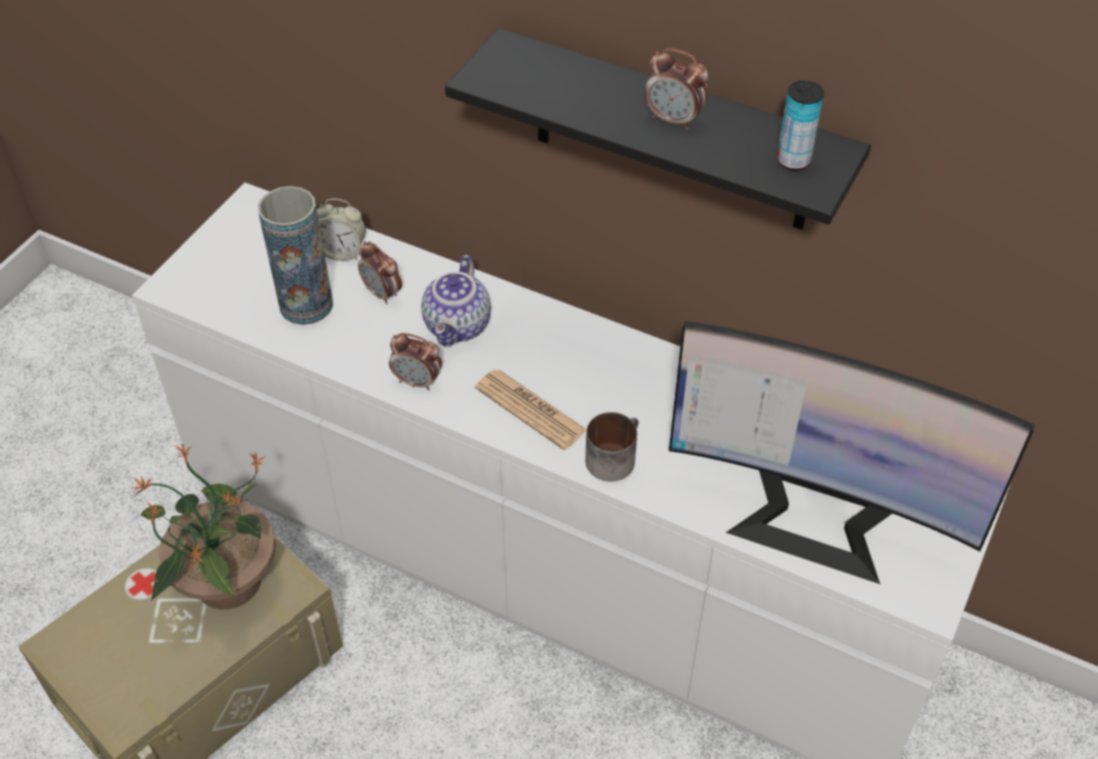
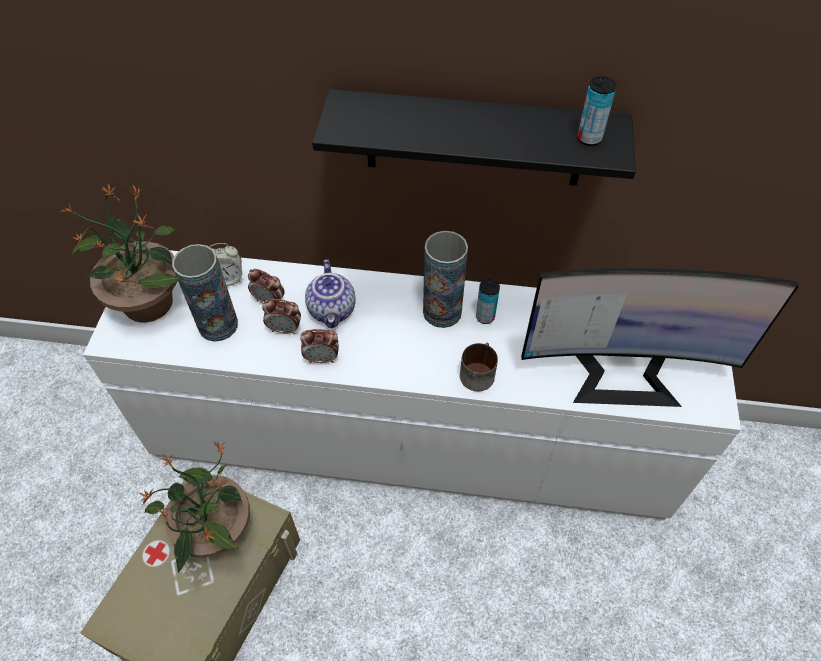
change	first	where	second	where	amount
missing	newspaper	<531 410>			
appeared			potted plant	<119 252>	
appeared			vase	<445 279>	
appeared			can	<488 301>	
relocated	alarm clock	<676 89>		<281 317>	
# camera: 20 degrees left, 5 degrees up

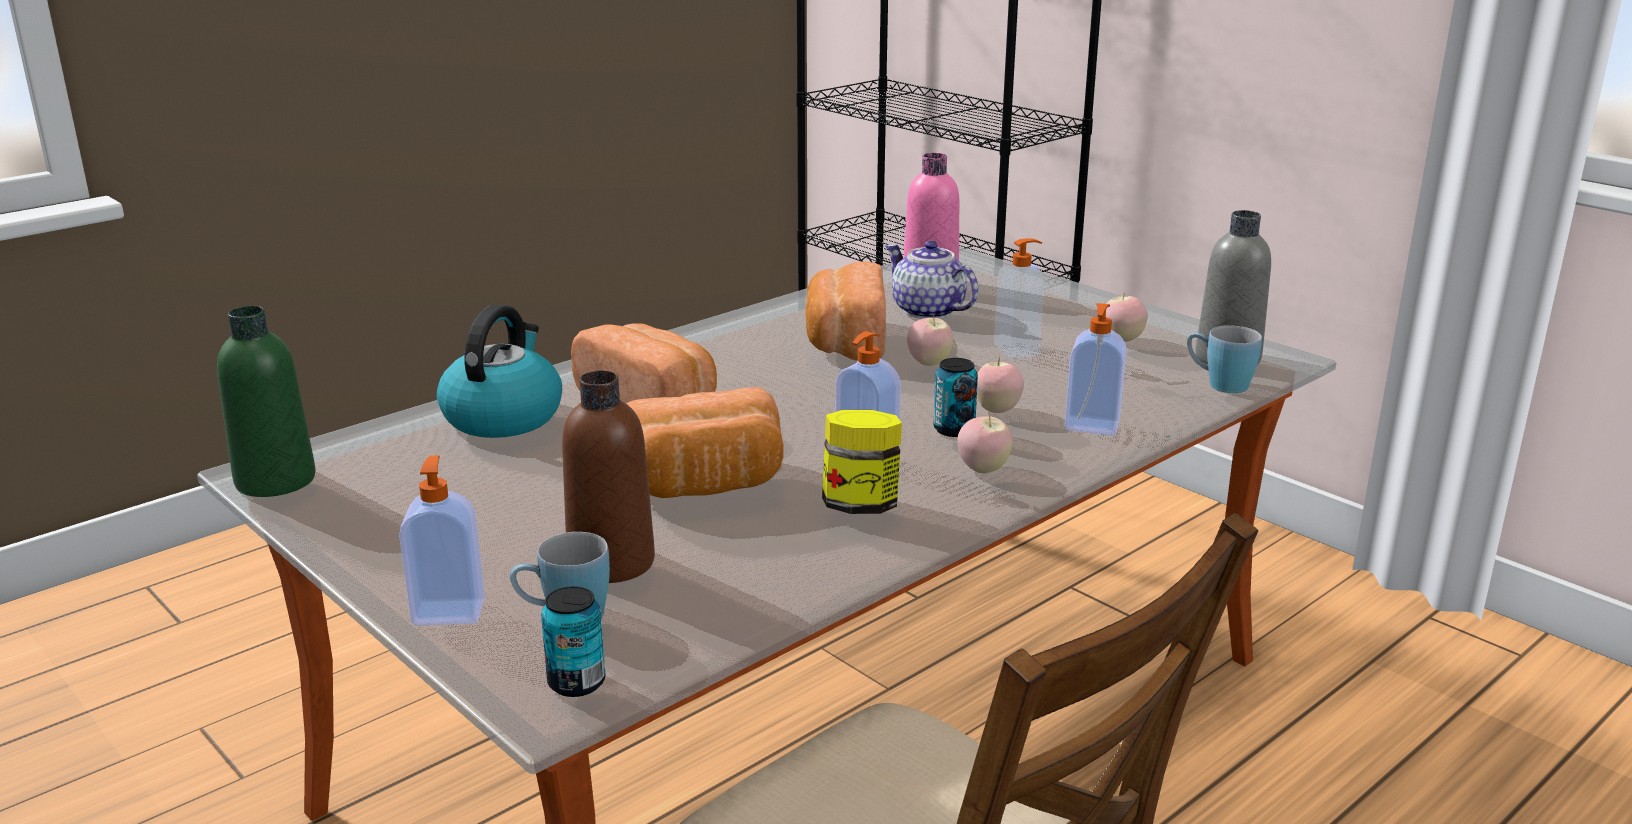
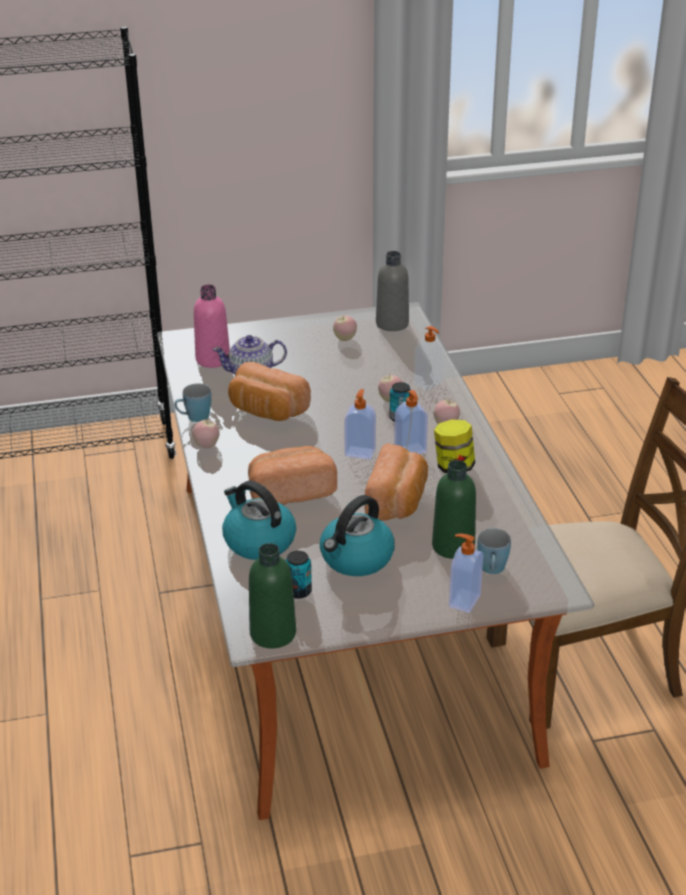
change	first	where	second	where	amount
appeared			kettle	<357 535>	
relocated	can	<573 641>		<299 575>	
relocated	apple	<930 340>		<206 433>	
relocated	soap dispenser	<1019 298>		<360 424>	
relocated	mug (blue)	<1224 359>		<192 402>	
colour	bottle (brown)	<608 476>	bottle (green)	<454 509>	
# camera: 60 degrees left, 10 degrees up

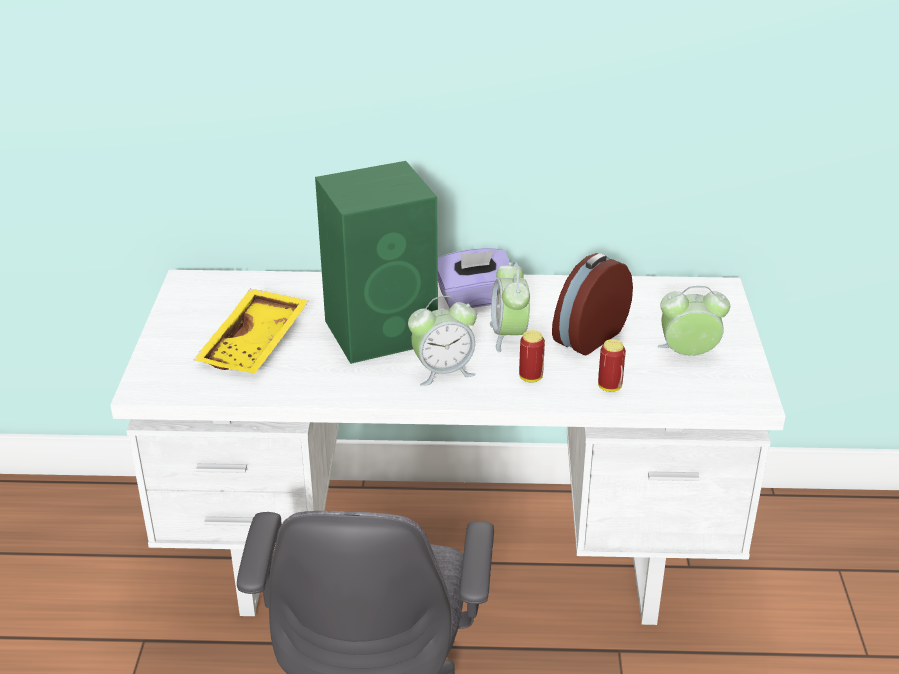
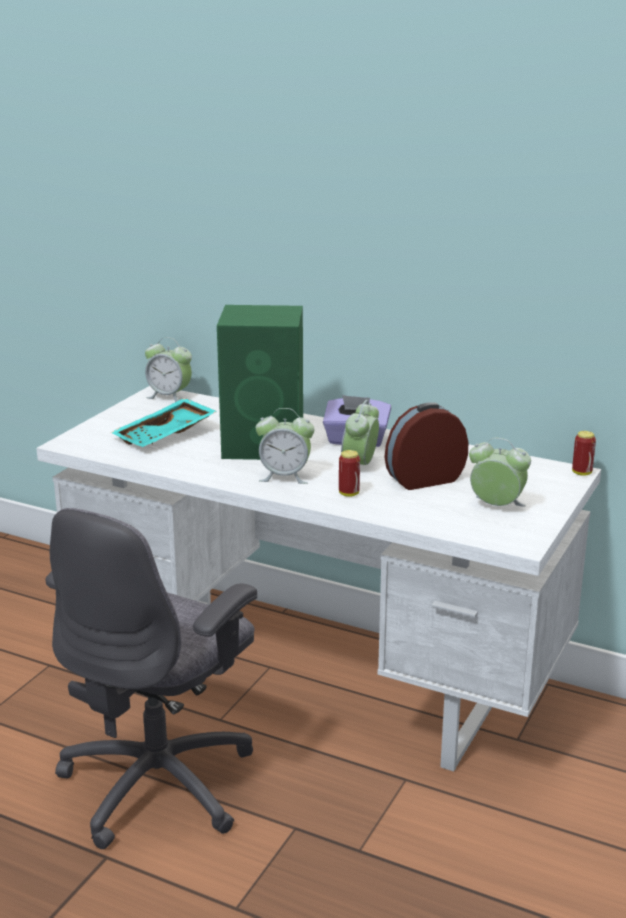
change	first	where	second	where	amount
appeared			alarm clock	<168 369>	
relocated	can	<612 365>		<584 453>	
colour	tray (yellow)	<251 331>	tray (turquoise)	<163 422>	
# camera: 25 degrees right, 10 degrees down

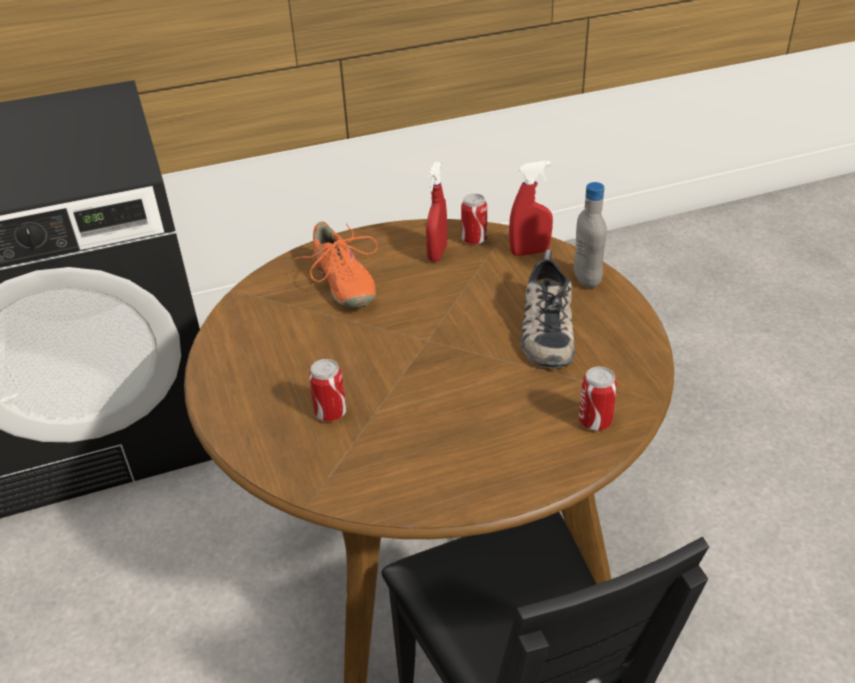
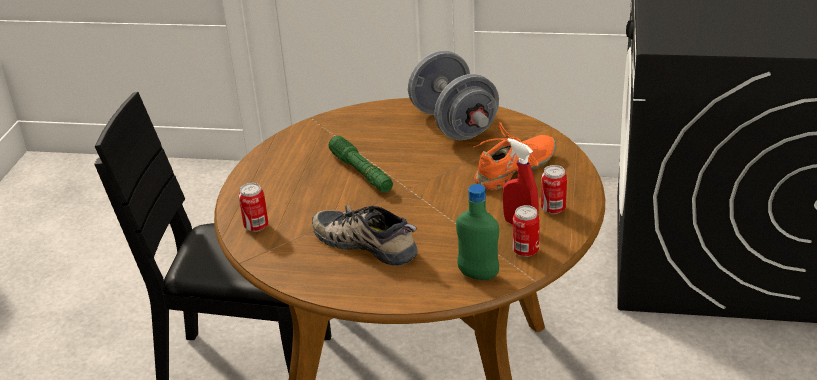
change	first	where	second	where	amount
missing	bottle (grey)	<590 235>			
appeared			flashlight (green)	<361 164>	
appeared			dumbbell (grey)	<453 95>	
relocated	can	<328 390>		<554 189>	
exchanged	spray bottle (red)	<531 208>	bottle (green)	<477 232>	
spun	shoe (orange)	<336 264>		<514 156>	135 degrees clockwise
# camera: 120 degrees right, 5 degrees down

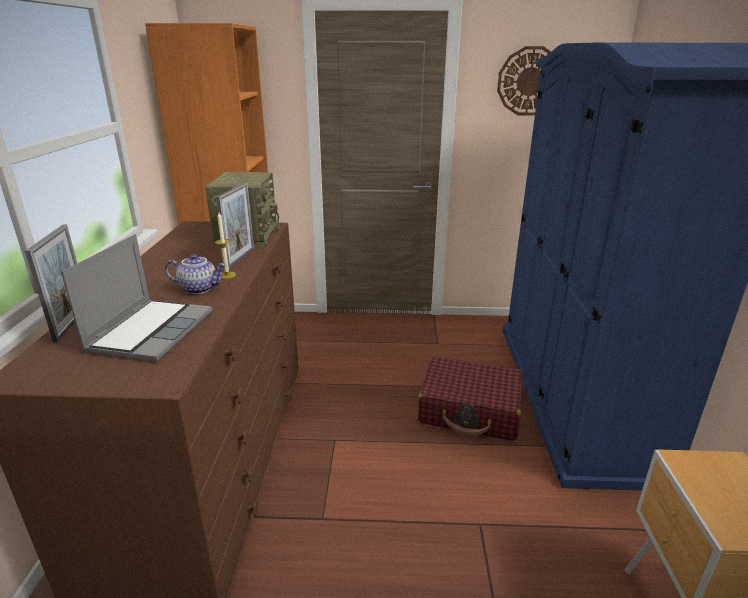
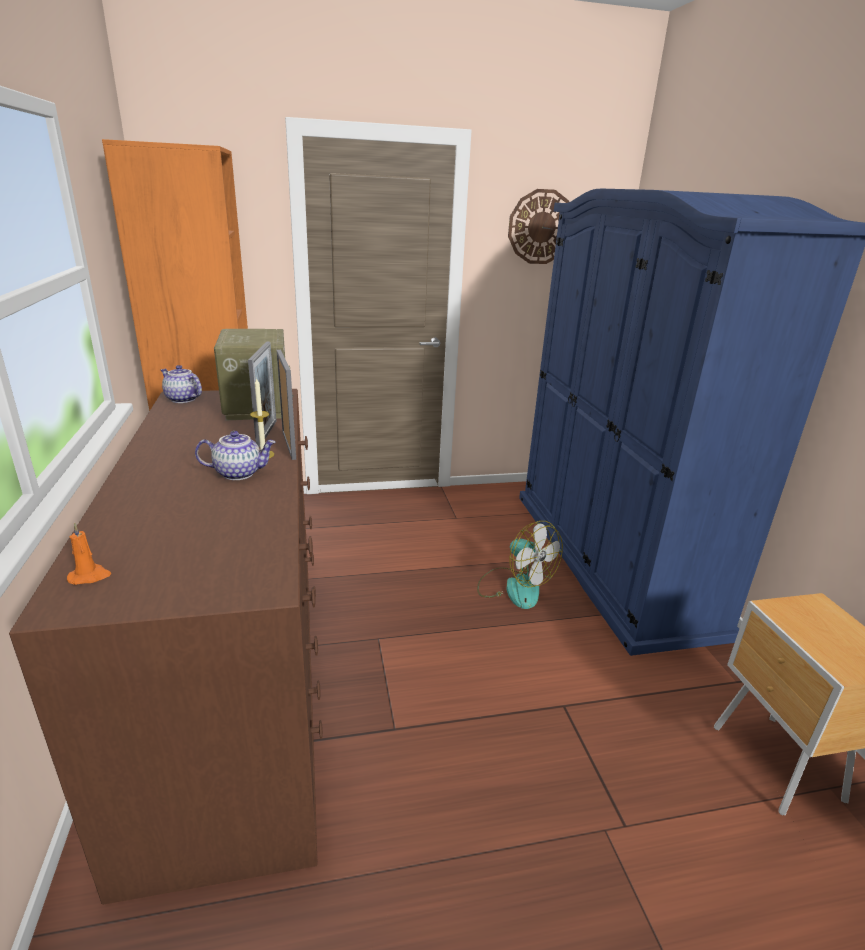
change	first	where	second	where	amount
missing	laptop	<136 297>			
appeared			candle (orange)	<89 554>	
appeared			teapot	<181 384>	
relocated	picture frame	<51 283>		<286 405>	
exchanged	suitcase (red)	<470 398>	fan	<520 565>	
# camera: 15 degrees left, 0 degrees up

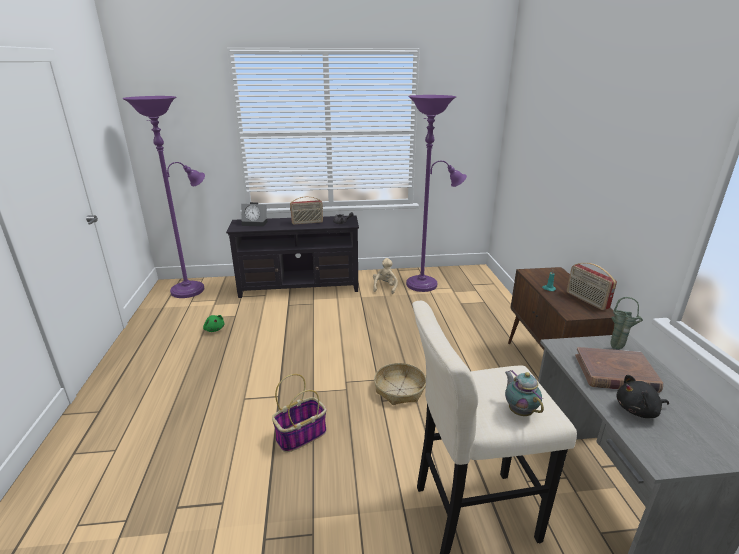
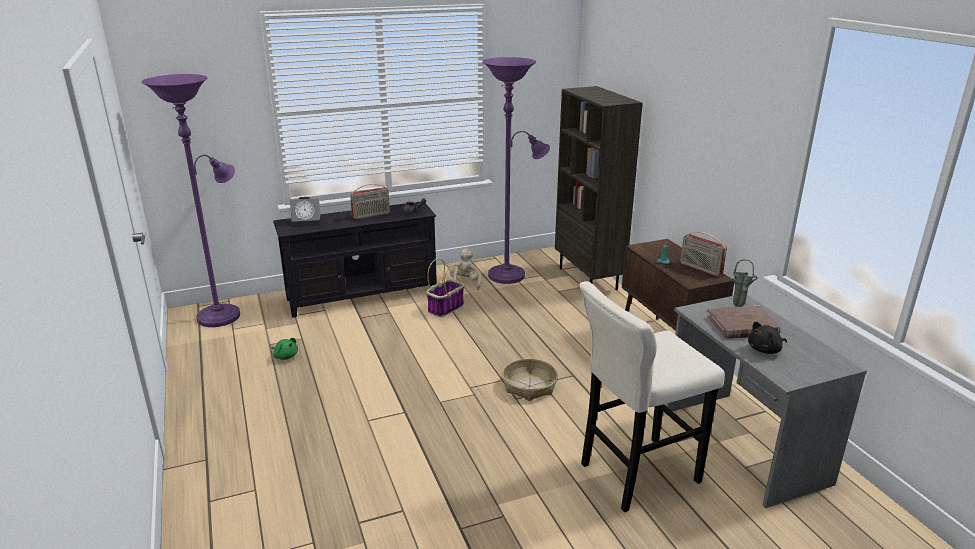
change	first	where	second	where	amount
missing	teapot	<524 393>			
appeared			bookcase (brown)	<599 188>	
relocated	basket	<299 413>		<445 287>	
# camera: 15 degrees left, 0 degrees up

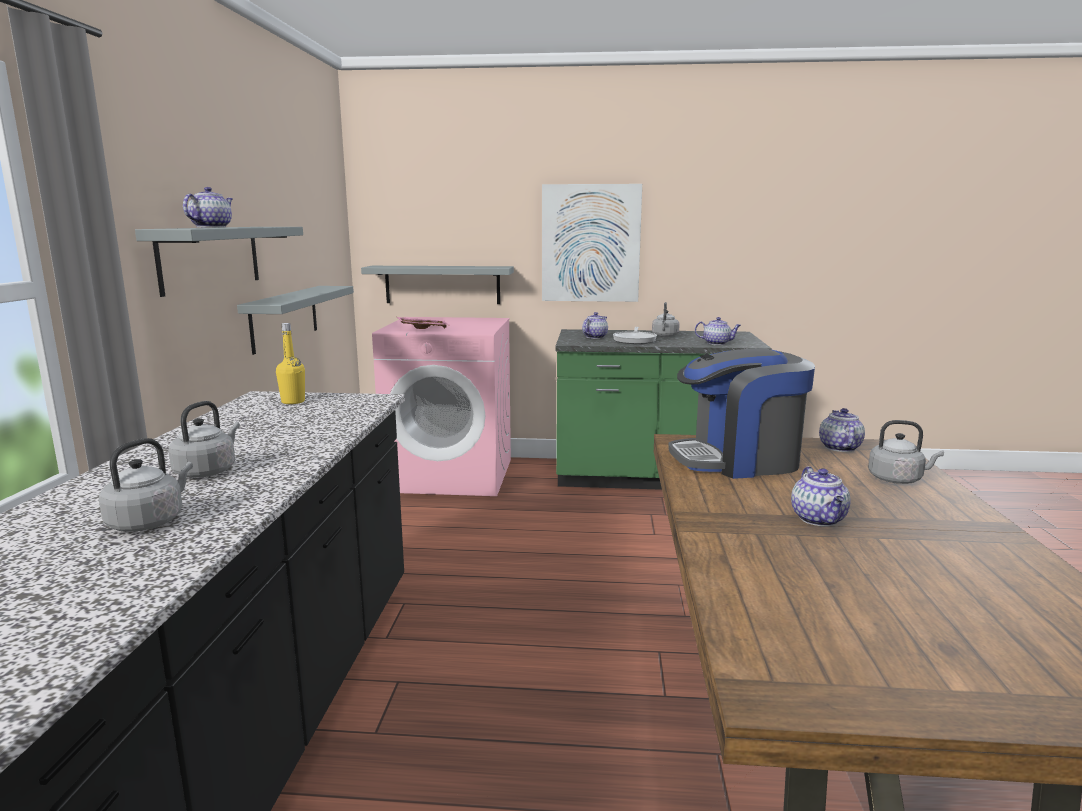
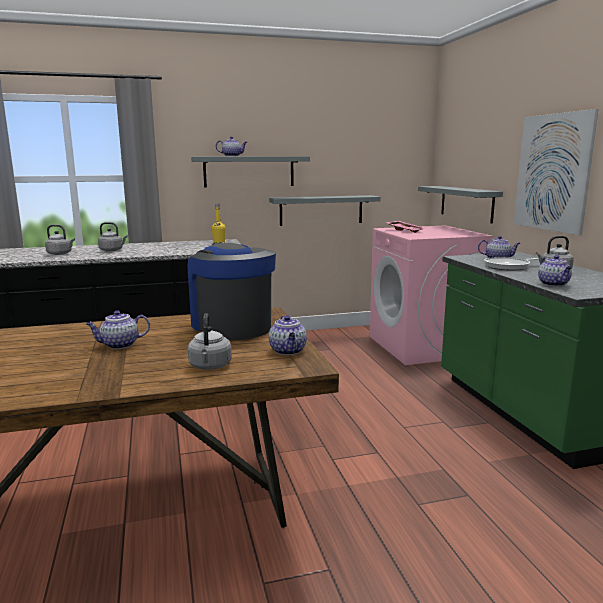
change	first	where	second	where	amount
spun	teapot	<842 430>		<288 335>	90 degrees clockwise
# camera: 70 degrees right, 0 degrees up

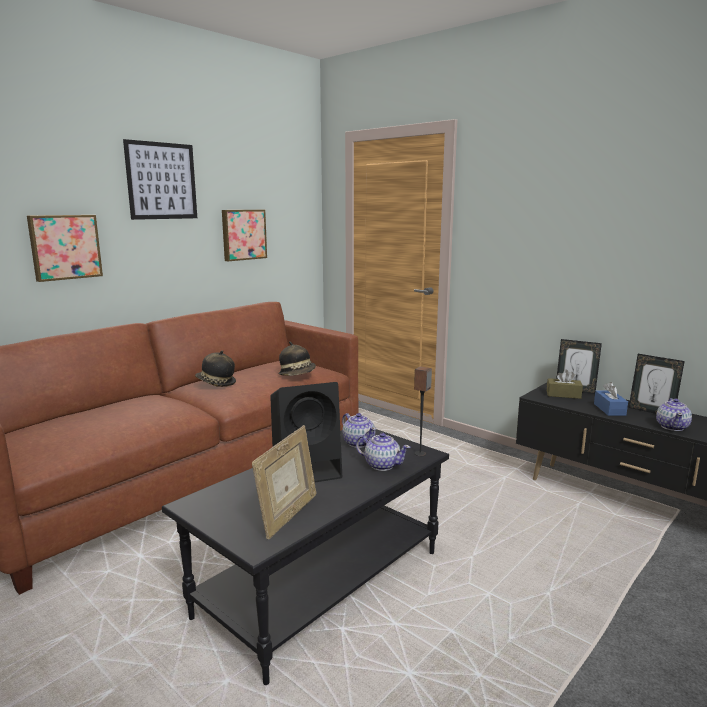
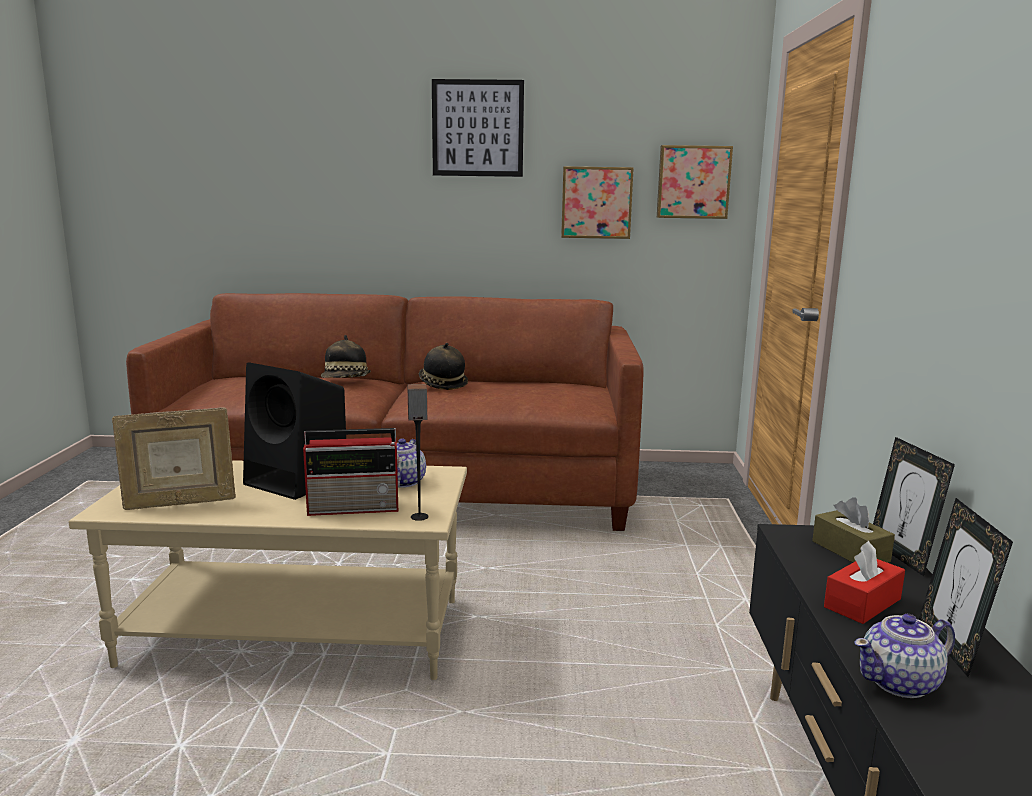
change	first	where	second	where	amount
relocated	picture	<65 248>		<695 182>	
relocated	hat	<297 358>		<346 356>	
exchanged	teapot	<383 452>	radio	<352 472>	
colour	coffee table (black)	<305 557>	coffee table (beige)	<268 570>	
colour	tissue box (blue)	<611 399>	tissue box (red)	<864 582>	
# camera: 50 degrees right, 0 degrees up

